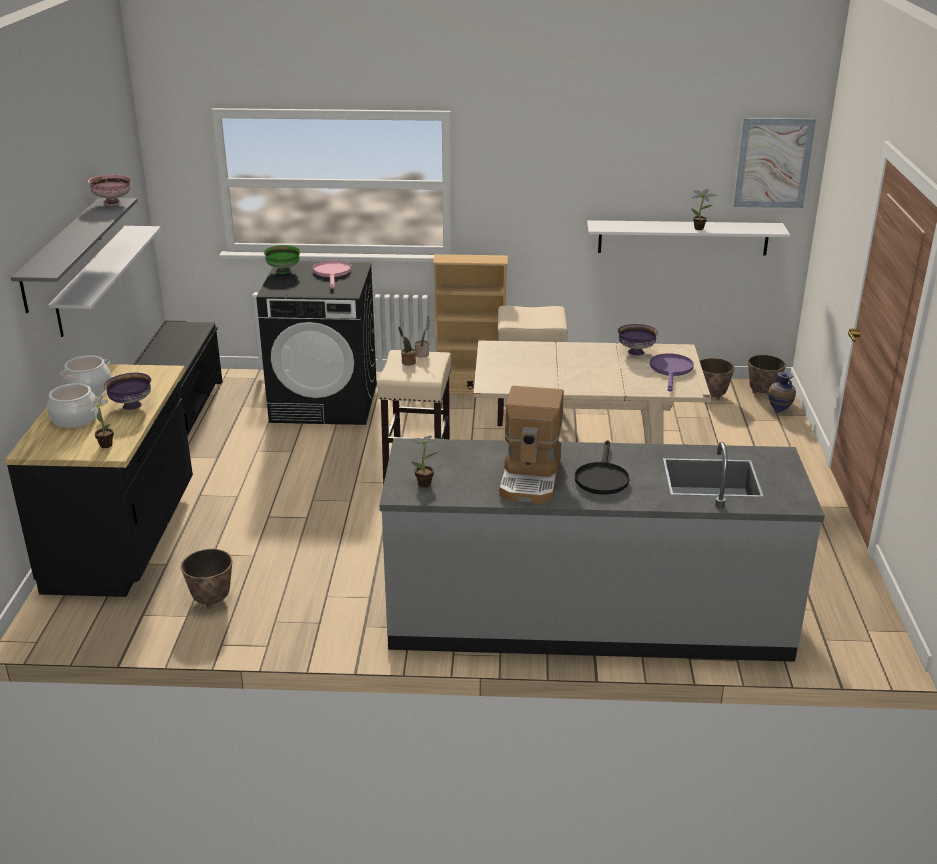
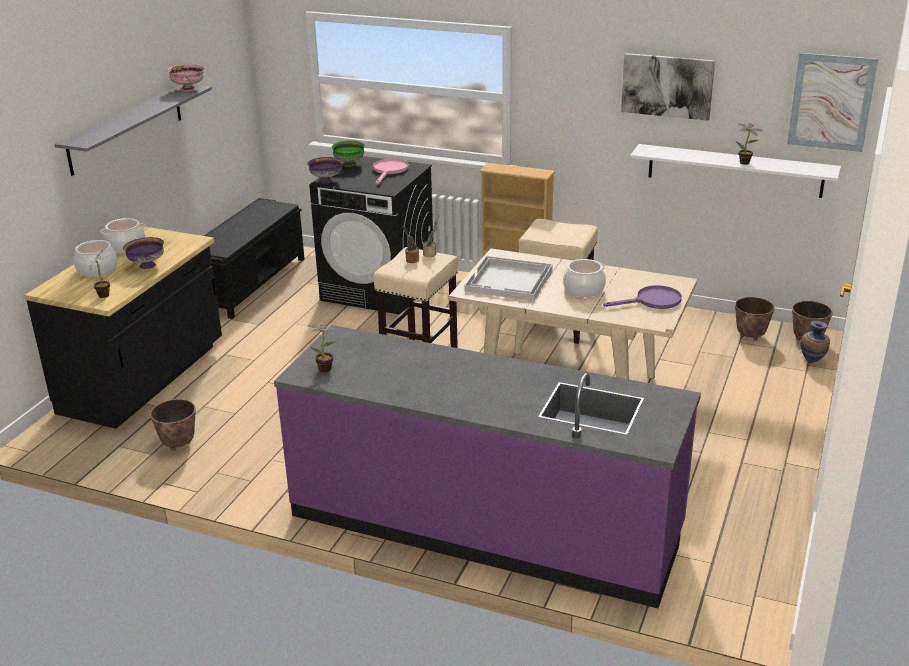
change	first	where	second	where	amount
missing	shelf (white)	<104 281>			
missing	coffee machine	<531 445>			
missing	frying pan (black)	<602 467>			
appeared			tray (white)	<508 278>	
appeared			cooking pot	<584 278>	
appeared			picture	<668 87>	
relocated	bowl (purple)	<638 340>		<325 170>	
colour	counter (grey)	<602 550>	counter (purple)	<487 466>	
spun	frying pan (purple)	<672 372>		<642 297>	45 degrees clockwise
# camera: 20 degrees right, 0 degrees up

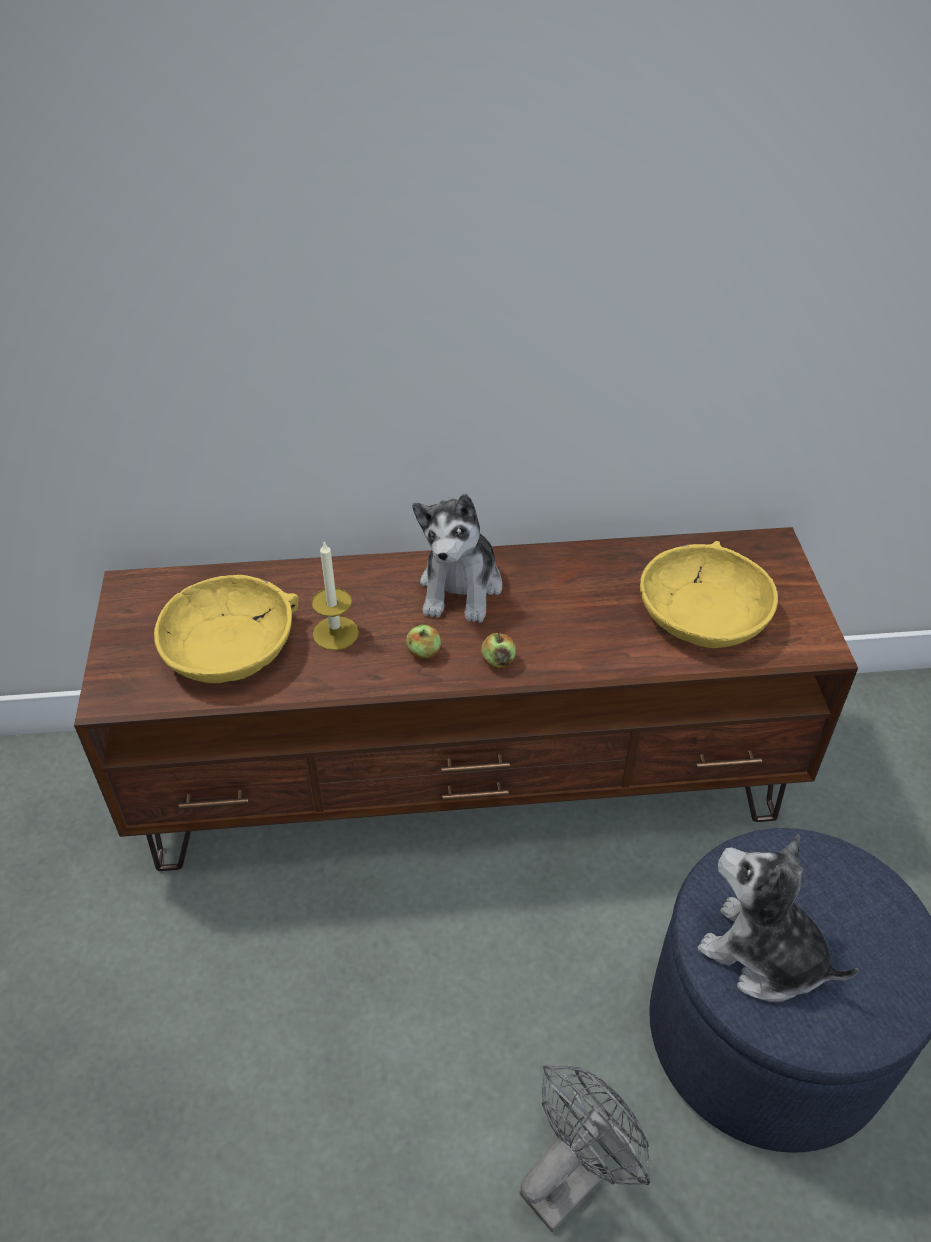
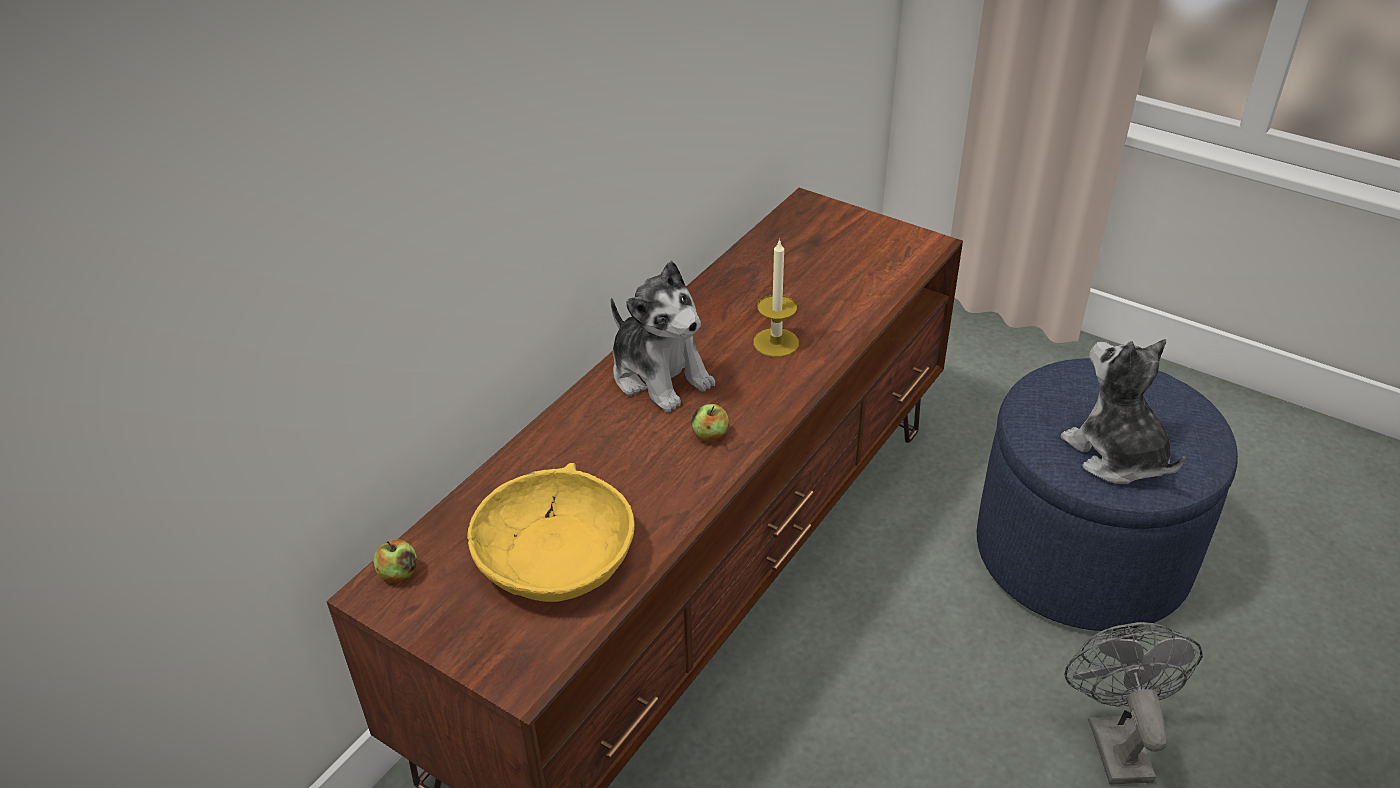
change	first	where	second	where	amount
missing	bowl (yellow)	<709 594>			
relocated	candle	<335 595>		<776 297>	
relocated	apple	<498 651>		<395 560>	
spun	plush toy	<778 918>		<1123 411>	75 degrees clockwise
# camera: 50 degrees left, 5 degrees down

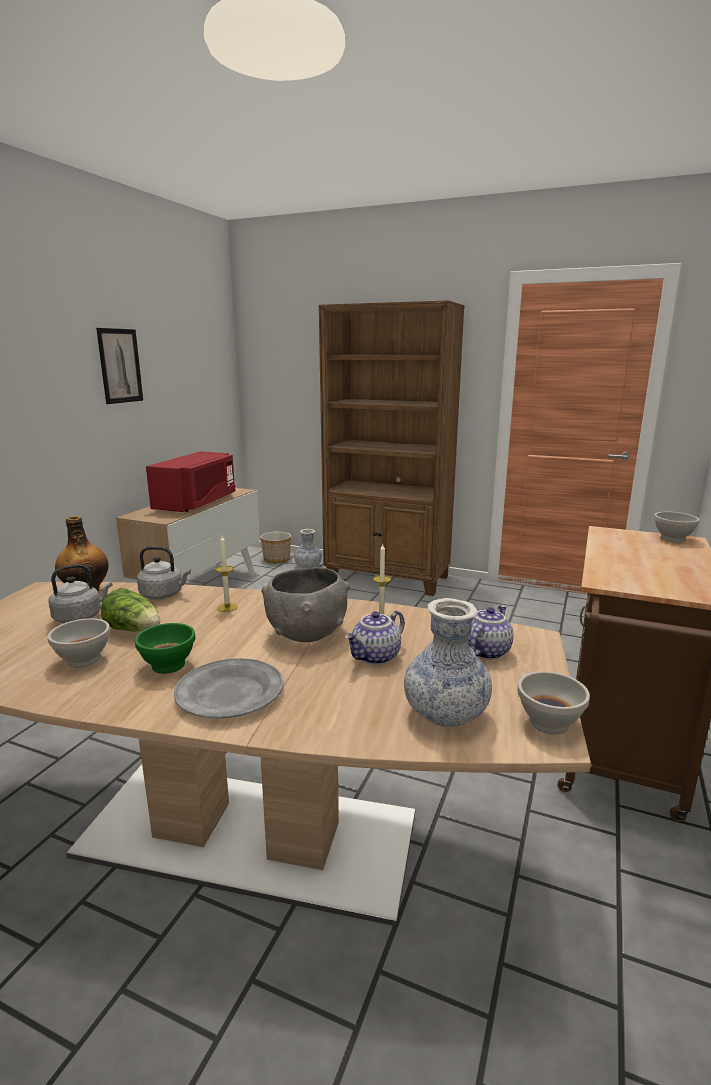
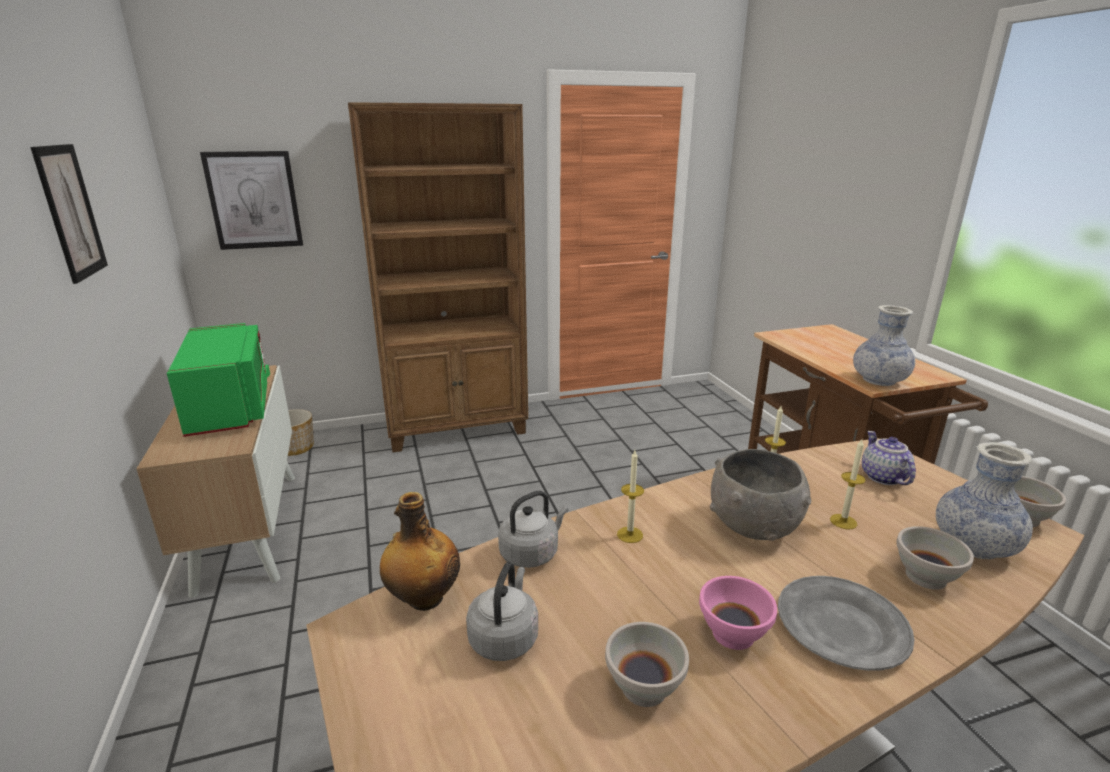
change	first	where	second	where	amount
missing	lettuce	<130 609>			
appeared			picture	<251 200>	
relocated	vase	<308 548>		<884 345>	
relocated	bowl (white)	<677 527>		<935 558>	
exchanged	teapot	<375 637>	candle	<847 484>	
colour	bowl (green)	<165 648>	bowl (pink)	<738 613>	
colour	microwave (red)	<190 481>	microwave (green)	<218 380>	
# camera: 40 degrees left, 5 degrees up

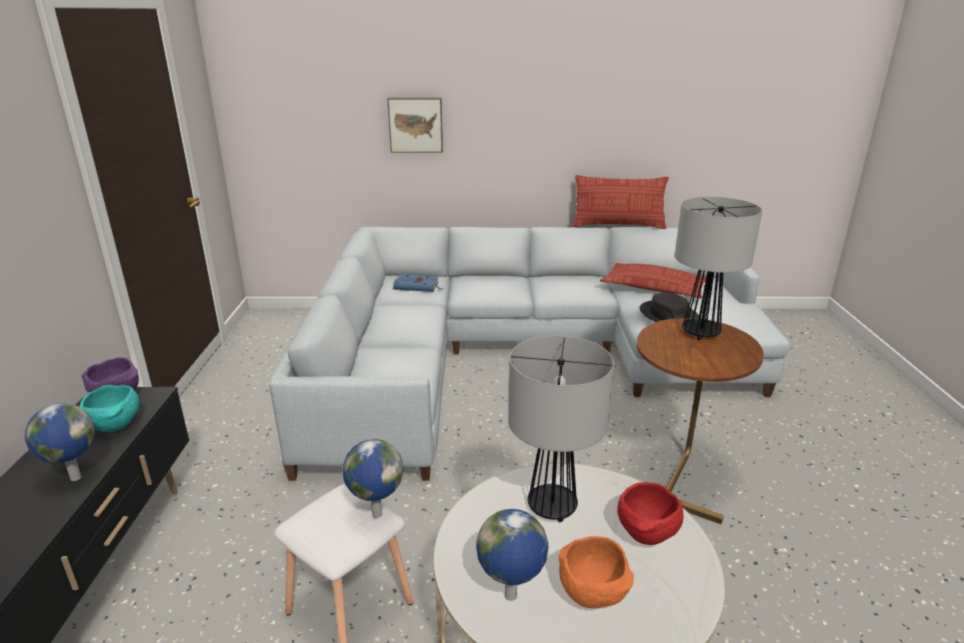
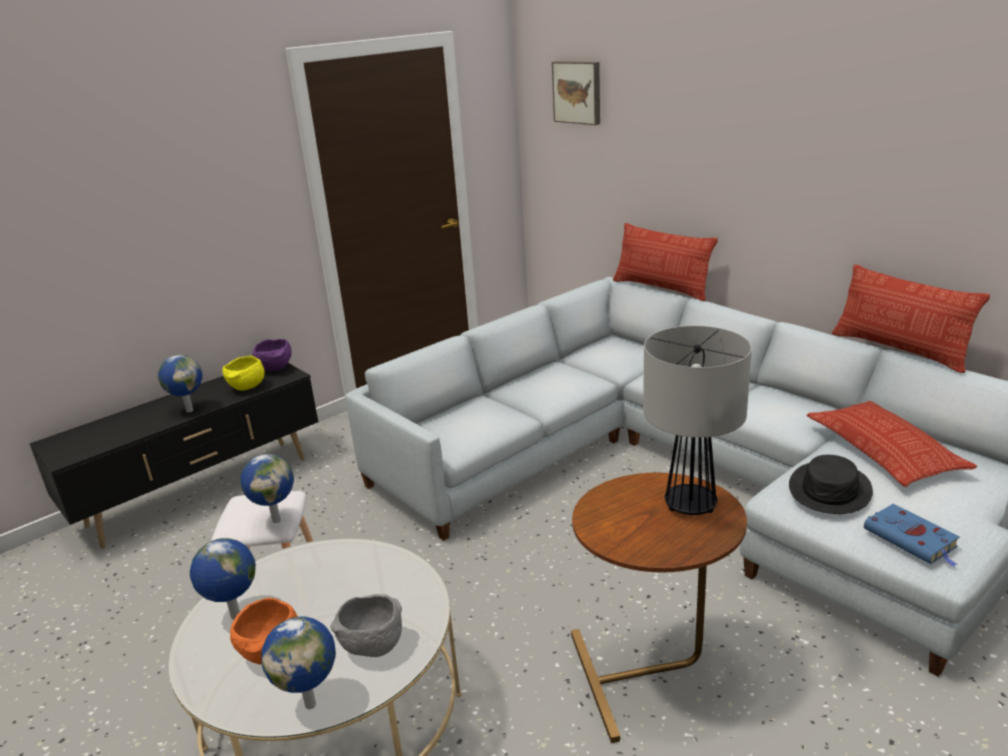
change	first	where	second	where	amount
missing	table lamp	<561 428>			
appeared			globe	<298 662>	
appeared			pillow	<665 262>	
relocated	picture	<415 125>		<576 93>	
relocated	book (blue)	<418 283>		<912 535>	
colour	bowl (turquoise)	<109 408>	bowl (yellow)	<243 373>	
colour	bowl (red)	<650 513>	bowl (grey)	<366 625>	
# camera: 50 degrees right, 0 degrees up

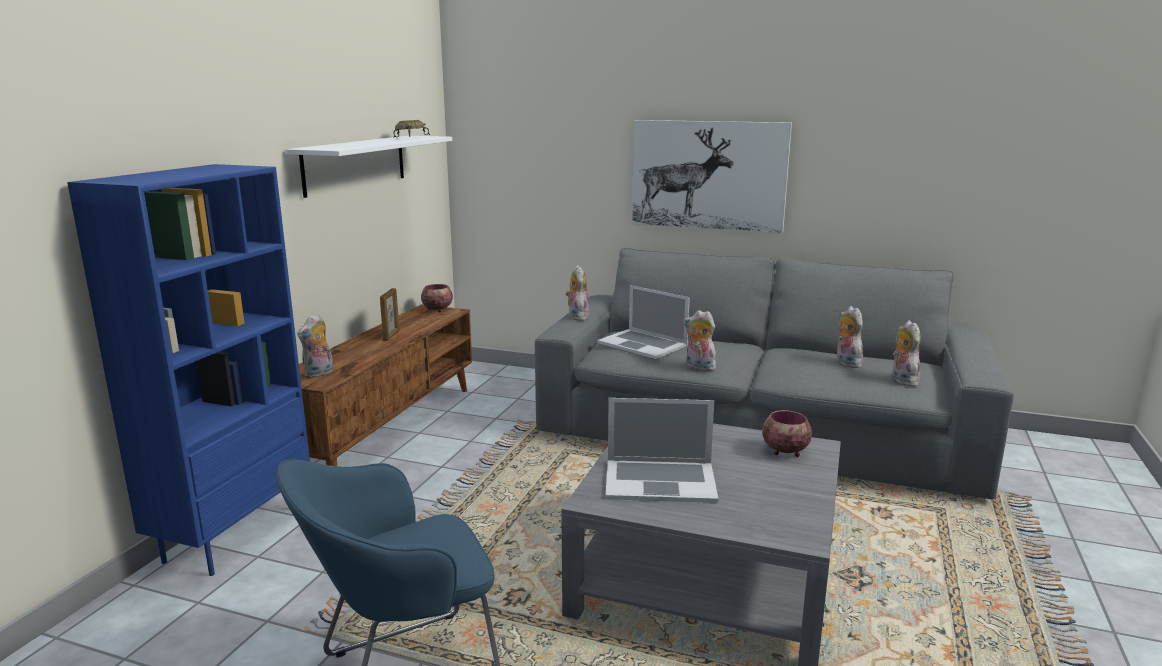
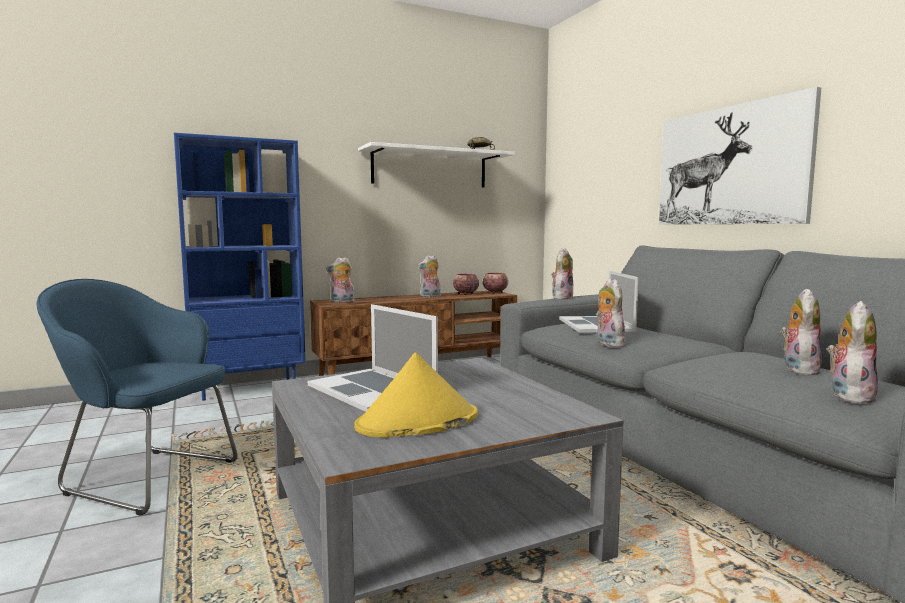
change	first	where	second	where	amount
appeared			hat (yellow)	<416 395>	
relocated	bowl	<787 433>		<466 284>	
exchanged	picture frame	<389 314>	plush toy	<429 276>	
# camera: 45 degrees right, 10 degrees down

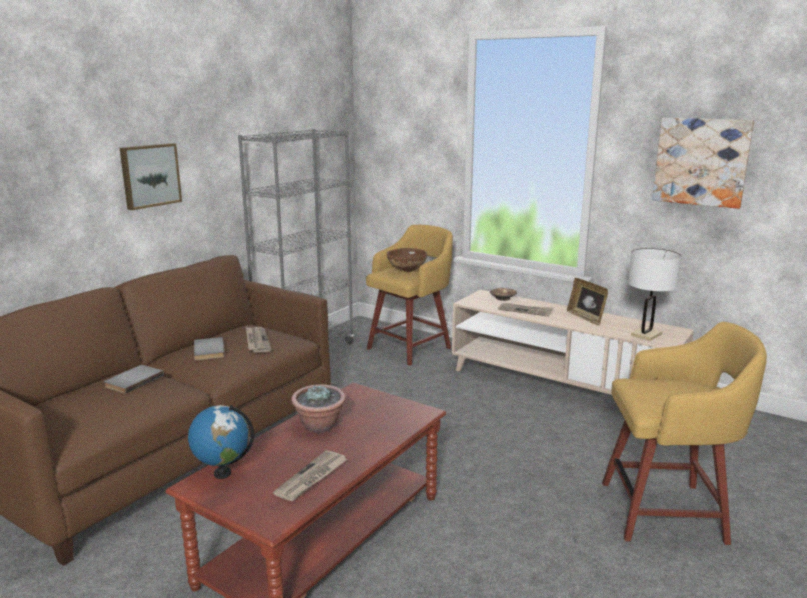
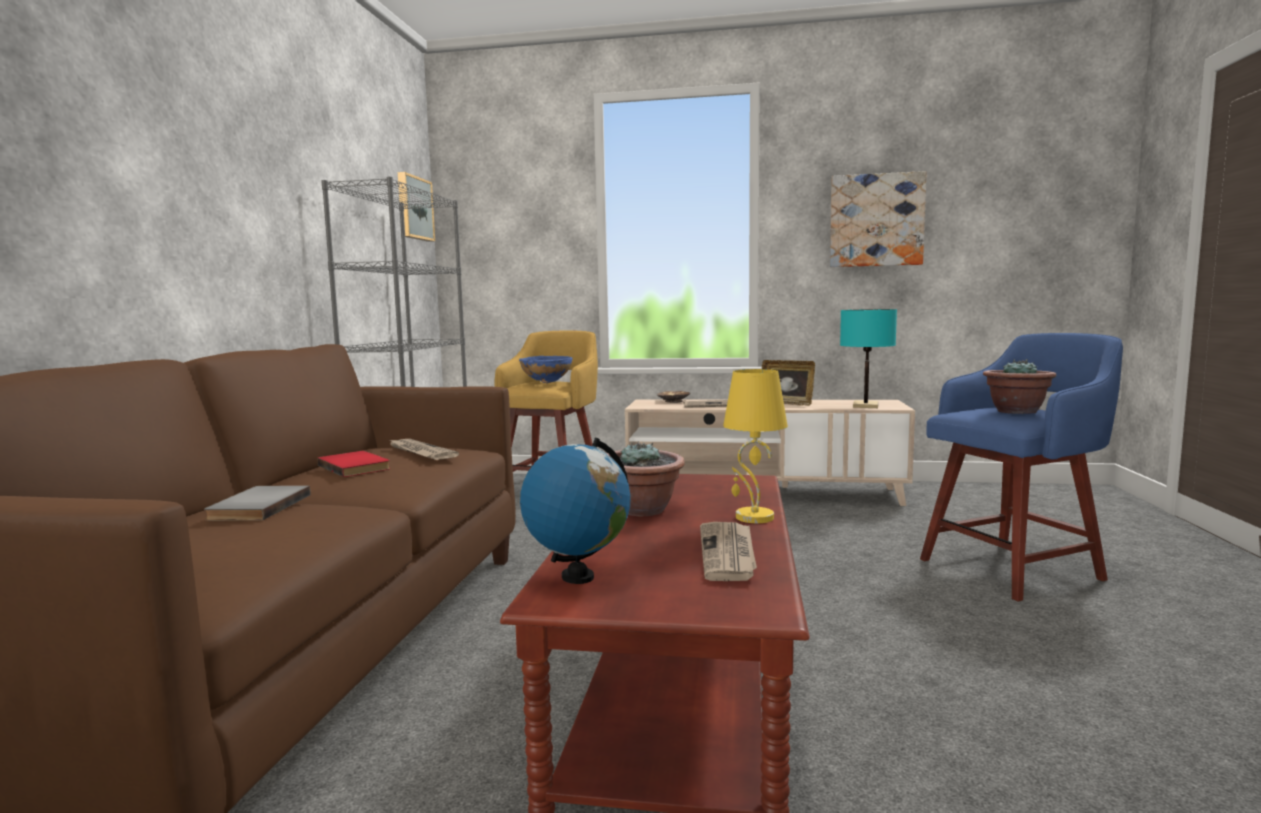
change	first	where	second	where	amount
appeared			table lamp (yellow)	<755 446>	
appeared			potted plant	<1019 386>	
relocated	picture	<151 176>		<416 207>	
colour	book (grey)	<209 348>	book (red)	<353 464>	
colour	bowl (brown)	<407 260>	bowl (blue)	<546 369>	
colour	stool (yellow)	<684 433>	stool (blue)	<1021 467>	
colour	table lamp (white)	<655 294>	table lamp (turquoise)	<868 358>	
# camera: 25 degrees left, 10 degrees down

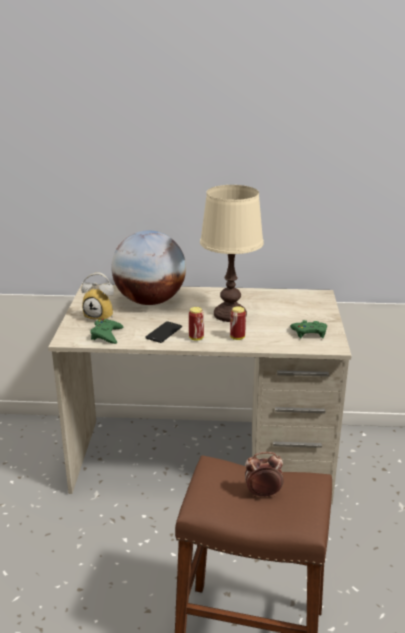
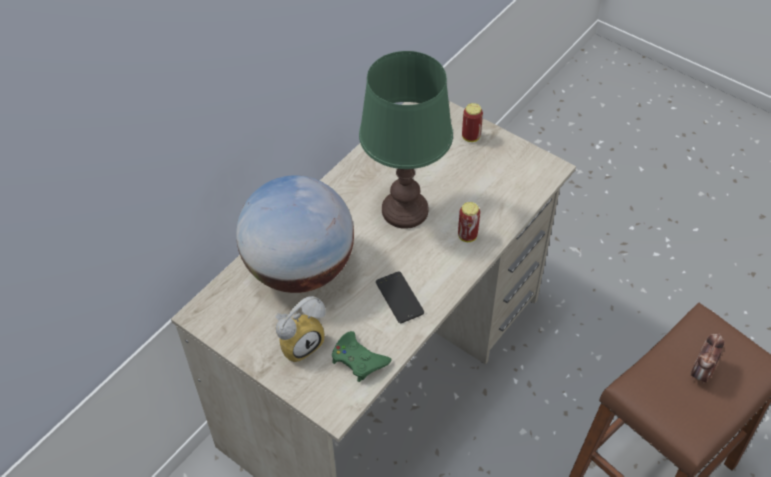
change	first	where	second	where	amount
missing	game controller (green)	<308 329>			
relocated	can	<196 324>		<472 122>	
colour	table lamp (beige)	<232 253>	table lamp (green)	<406 140>	
# camera: 55 degrees left, 25 degrees up

